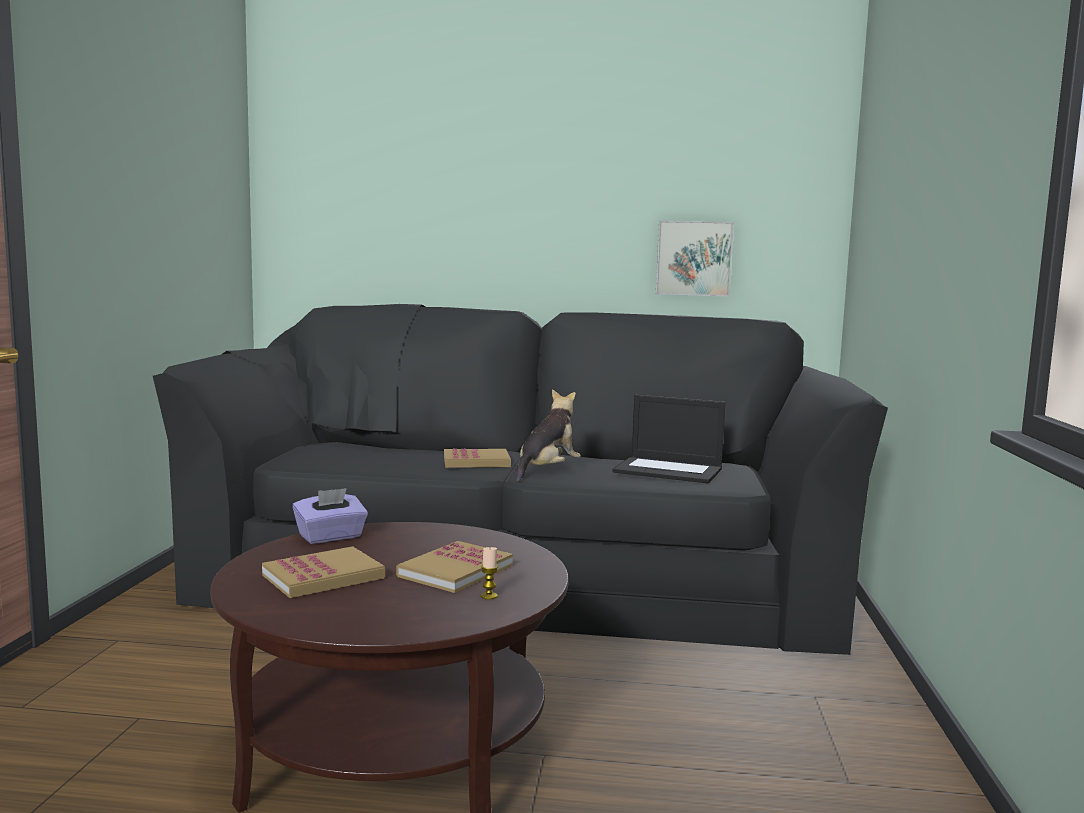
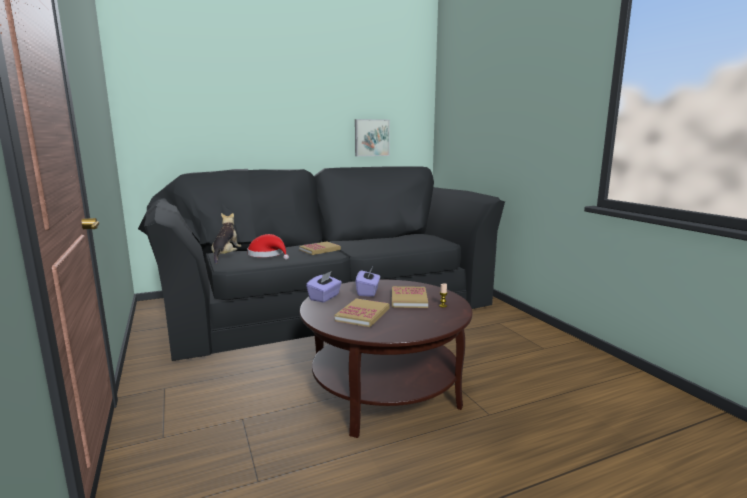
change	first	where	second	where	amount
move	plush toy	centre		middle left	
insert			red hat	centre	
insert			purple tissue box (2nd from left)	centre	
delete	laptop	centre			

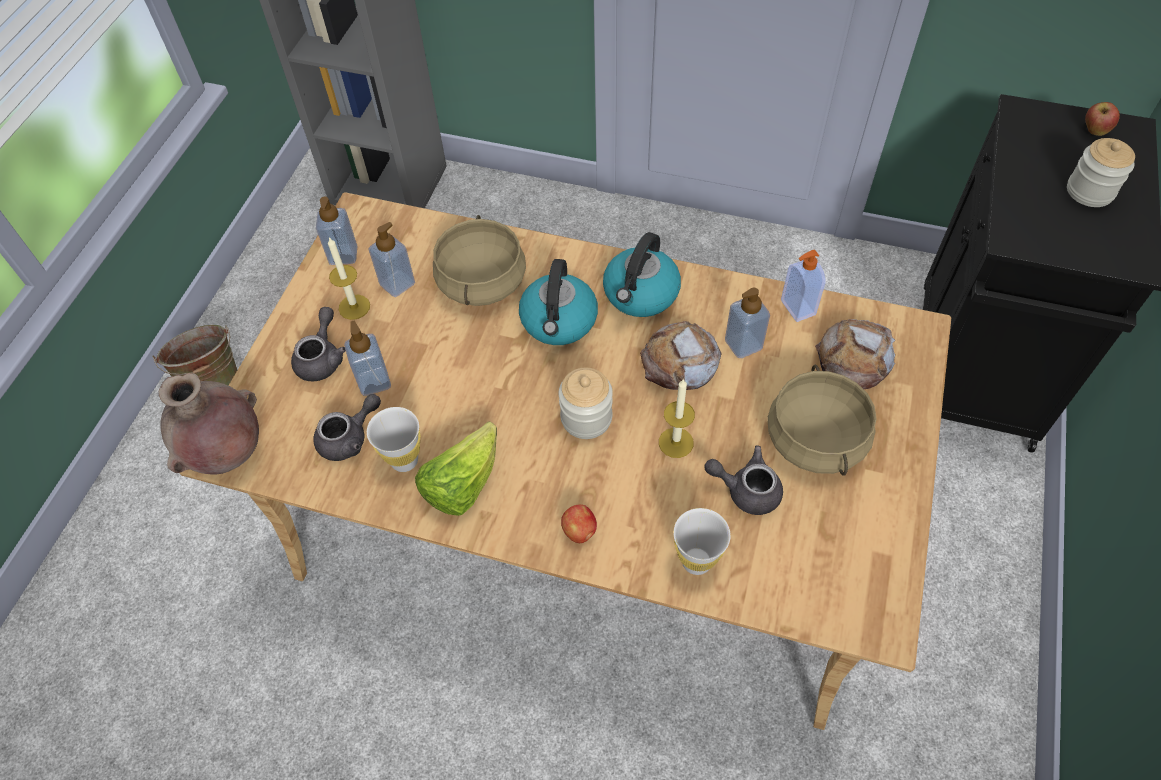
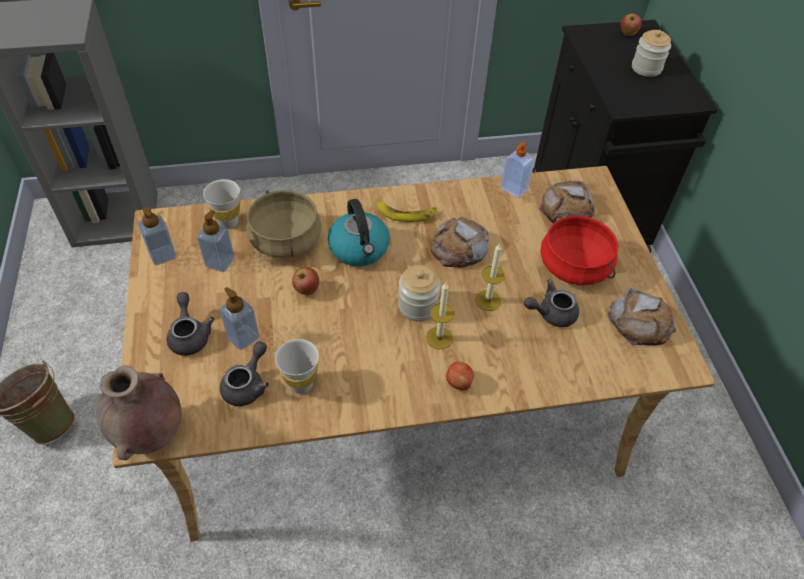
change	first	where	second	where	amount
move	white cup (2nd from left in the first image)	bottom centre	white cup (1st from left)	middle left	
insert			apple (1st from left)	centre	
replace	kettle (2nd from left)	centre	banana	centre	
move	candle (1st from left)	middle left		centre	
recolor	beige cooking pot (2nd from left)	middle right	red cooking pot	middle right	
insert			bread (3rd from left)	middle right	
delete	lettuce	centre			
delete	soap dispenser (4th from left)	centre			

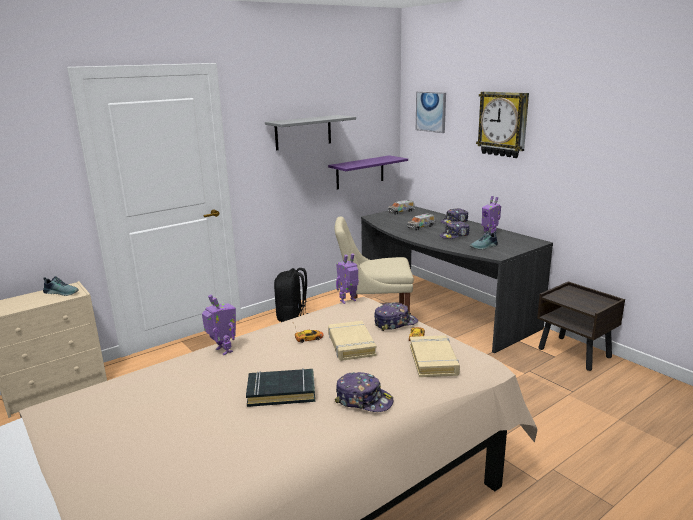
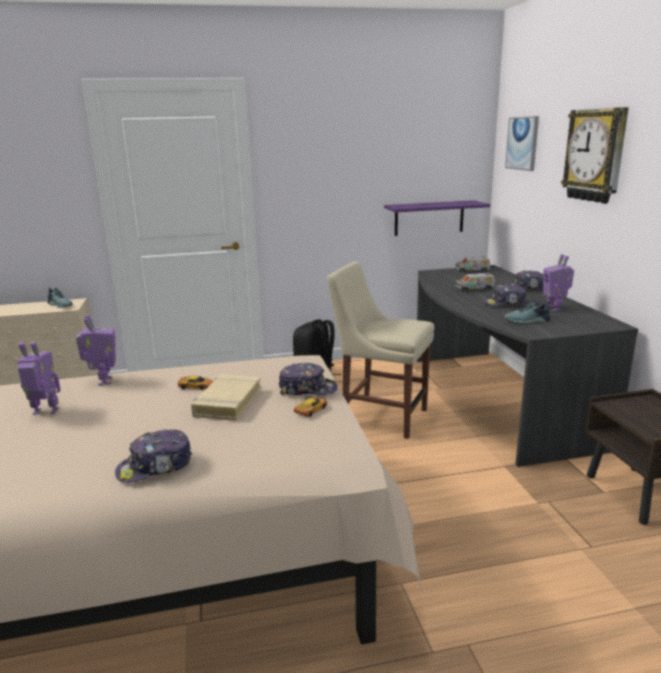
change	first	where	second	where	amount
move	toy robot (2nd from left in the first image)	centre	toy robot (1st from left)	middle left	
rotate	cap (1st from left)	bottom centre		bottom left	105 degrees clockwise
delete	black book	bottom centre			
delete	grey shelf	top centre			
delete	beige book (2nd from left)	bottom centre			

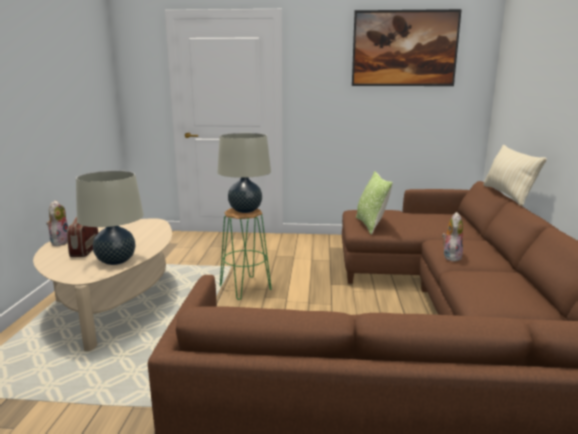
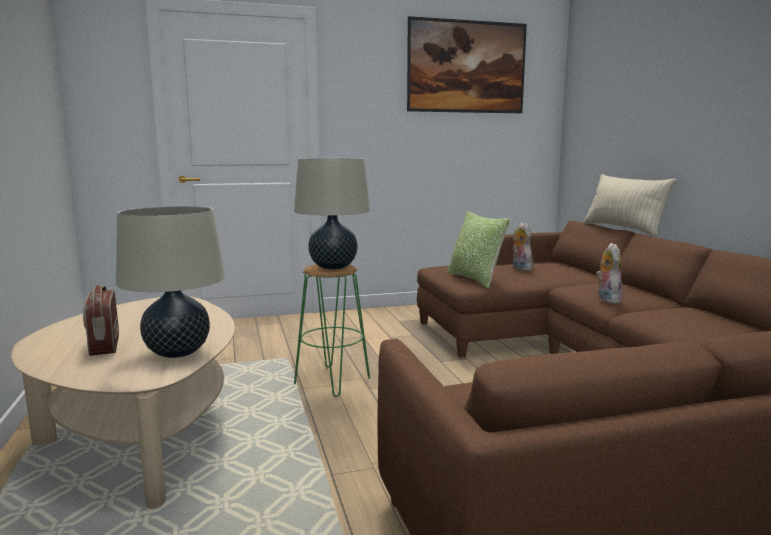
change	first	where	second	where	amount
move	plush toy (1st from left)	middle left		middle right	

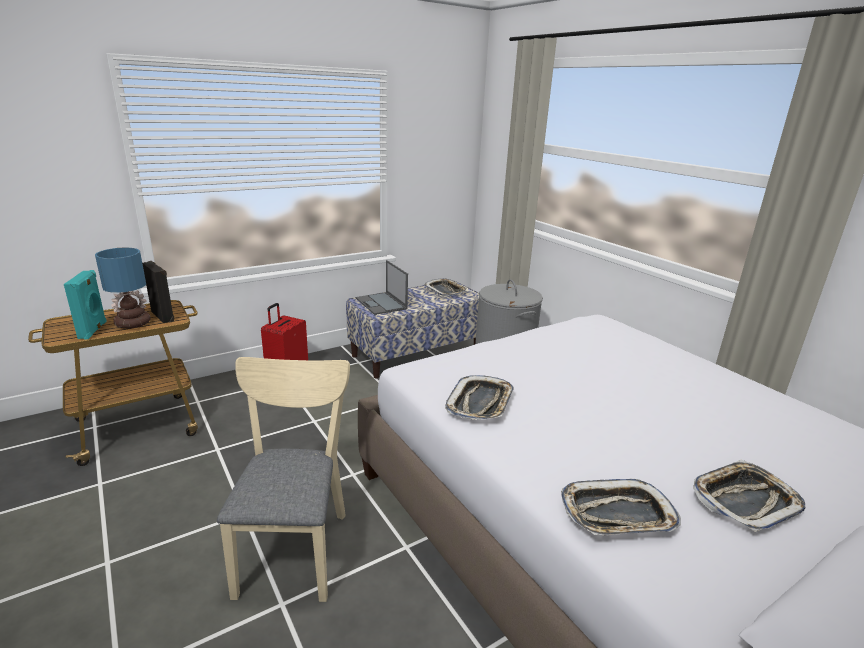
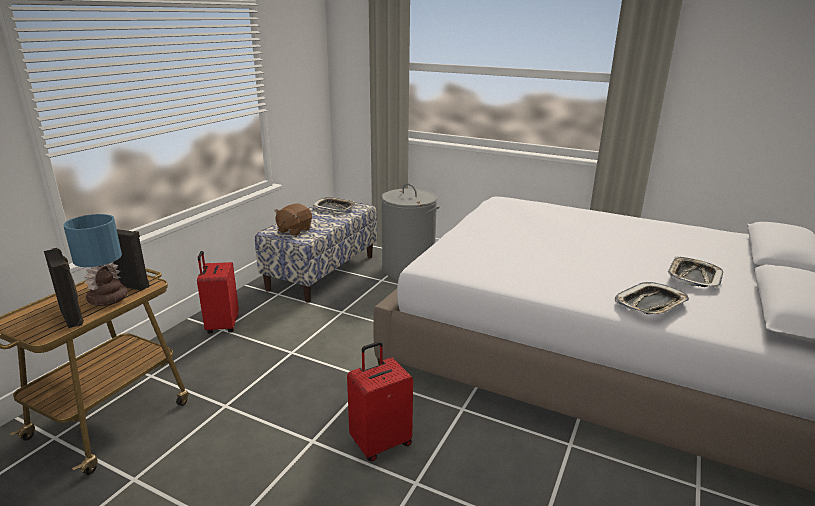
change	first	where	second	where	amount
recolor	turquoise speaker	middle left	black speaker (1st from left)	middle left	
replace	laptop	centre	brown plush toy	centre	
replace	beige chair	bottom left	red suitcase (2nd from left)	bottom centre	
delete	tray (2nd from left)	centre			

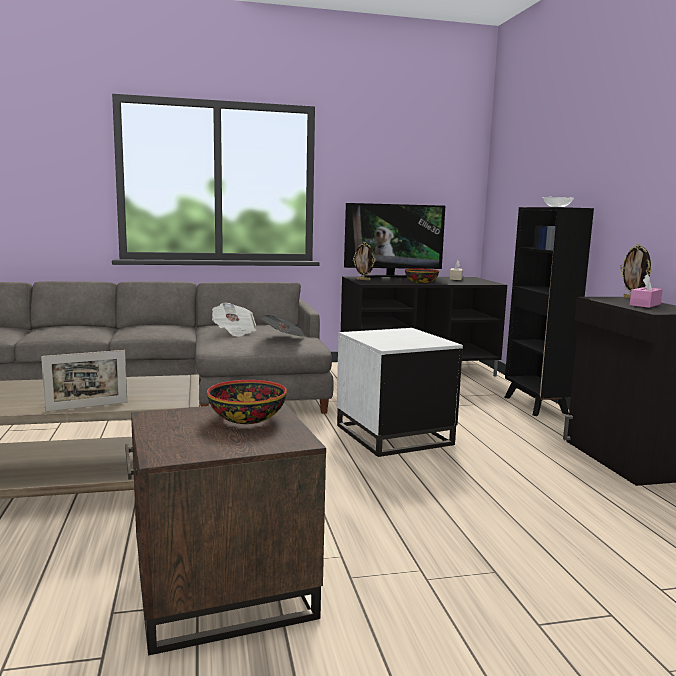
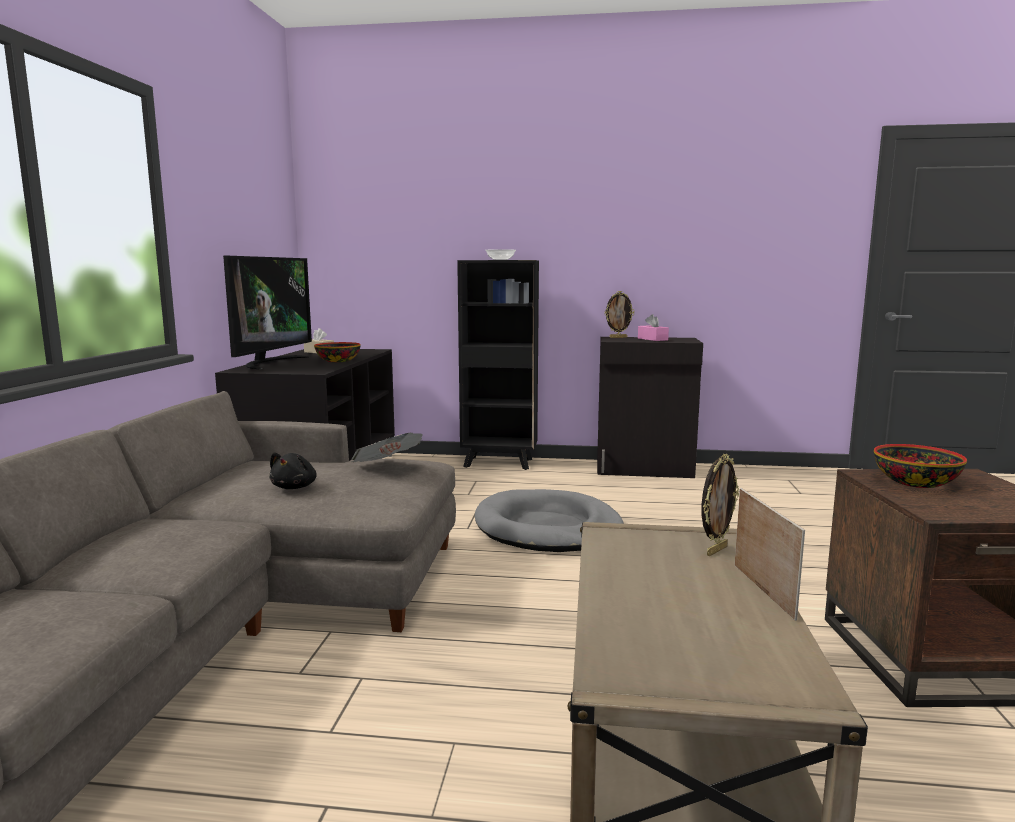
change	first	where	second	where	amount
replace	newspaper (1st from left)	centre	black plush toy	middle left	
replace	white side table	centre	grey dog bed	centre	
move	picture frame (2nd from left)	centre		middle right	

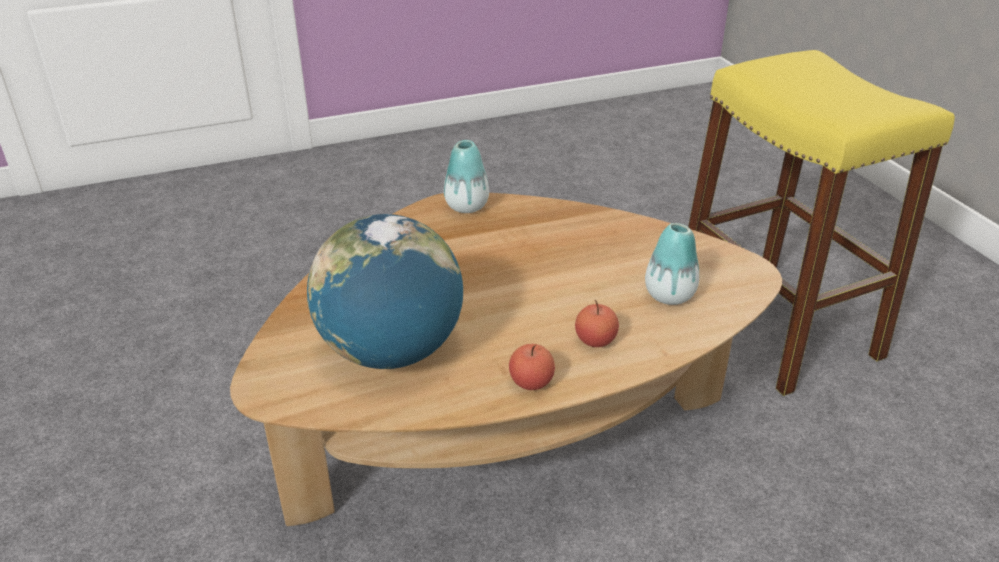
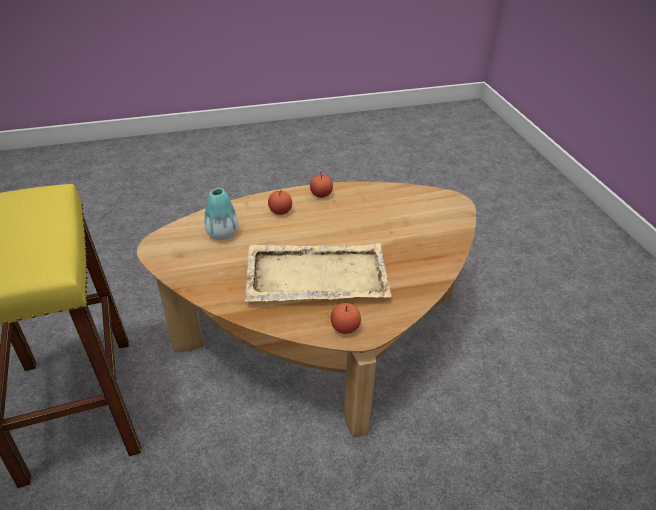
change	first	where	second	where	amount
insert			beige tray	centre	
replace	vase (1st from left)	top centre	apple (3rd from left)	centre	
delete	globe	centre			

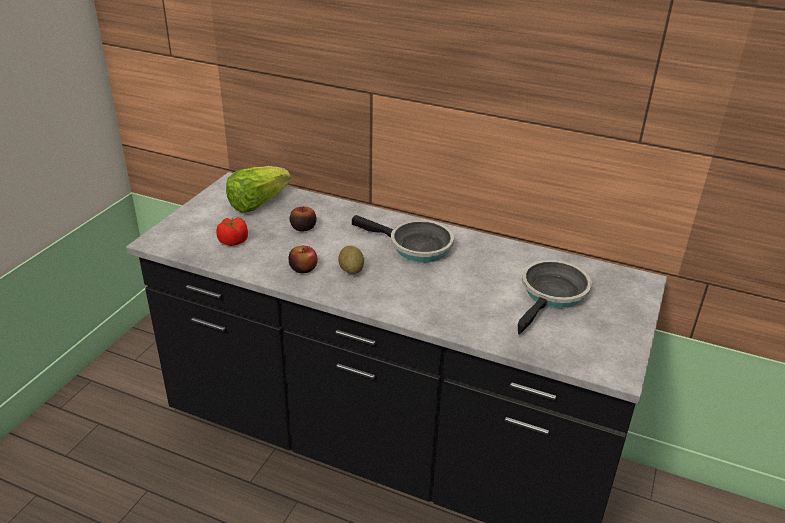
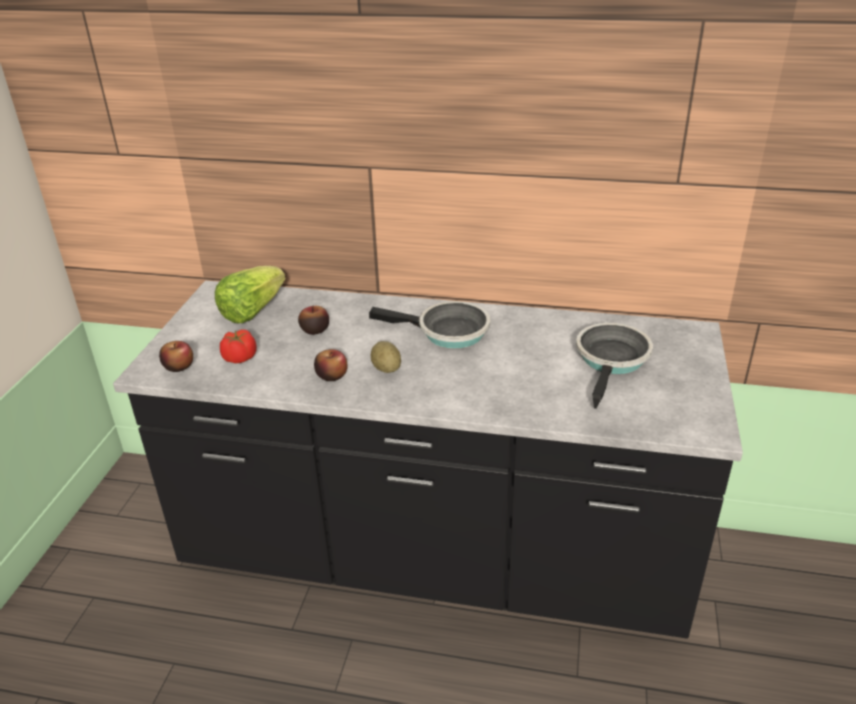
change	first	where	second	where	amount
insert			apple (1st from left)	middle left	

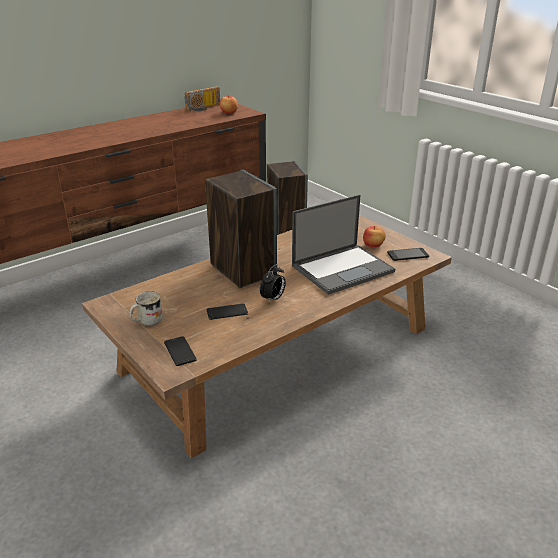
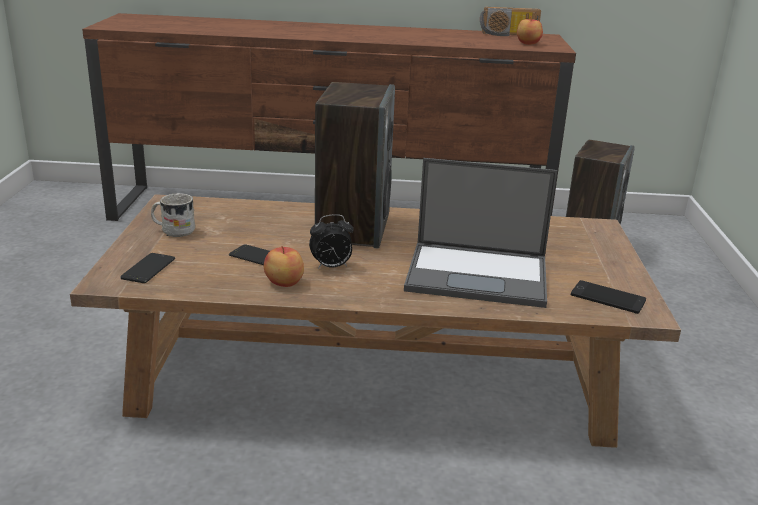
change	first	where	second	where	amount
move	apple (2nd from left in the first image)	middle right	apple (1st from left)	centre	

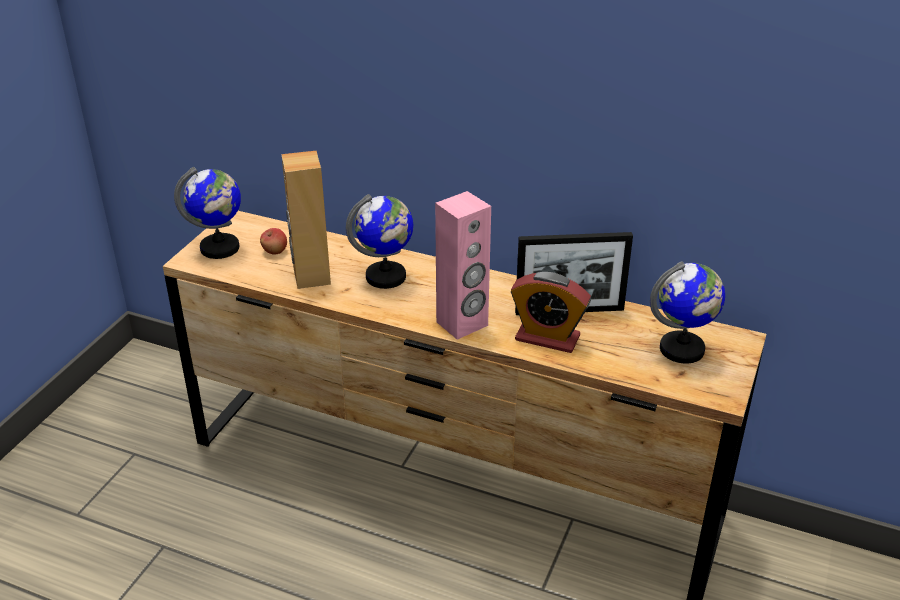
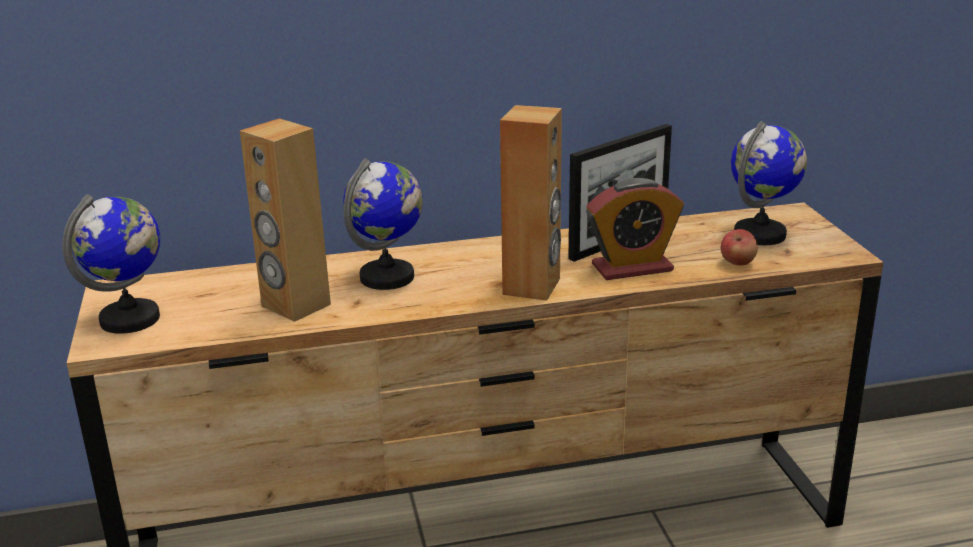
change	first	where	second	where	amount
recolor	pink speaker	centre	brown speaker (2nd from left)	centre	
move	apple	middle left		middle right	

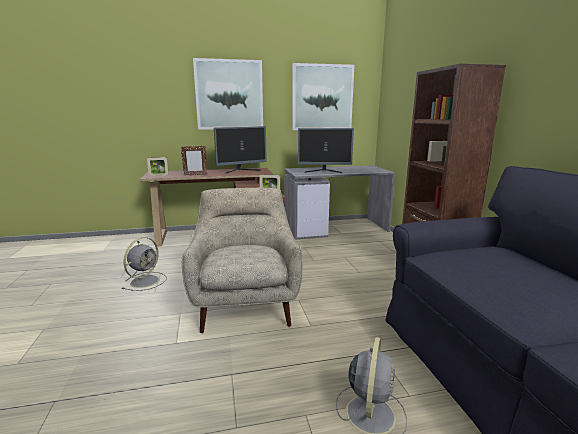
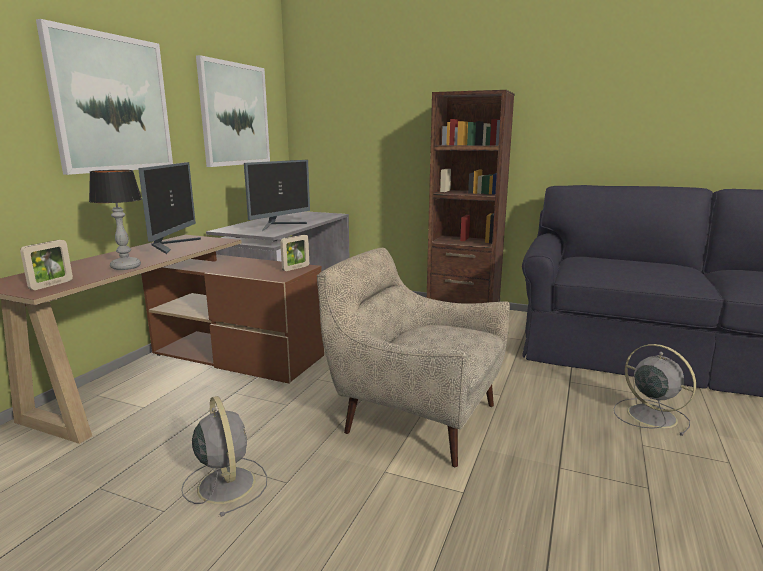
change	first	where	second	where	amount
replace	picture frame (2nd from left)	centre	table lamp	middle left	

